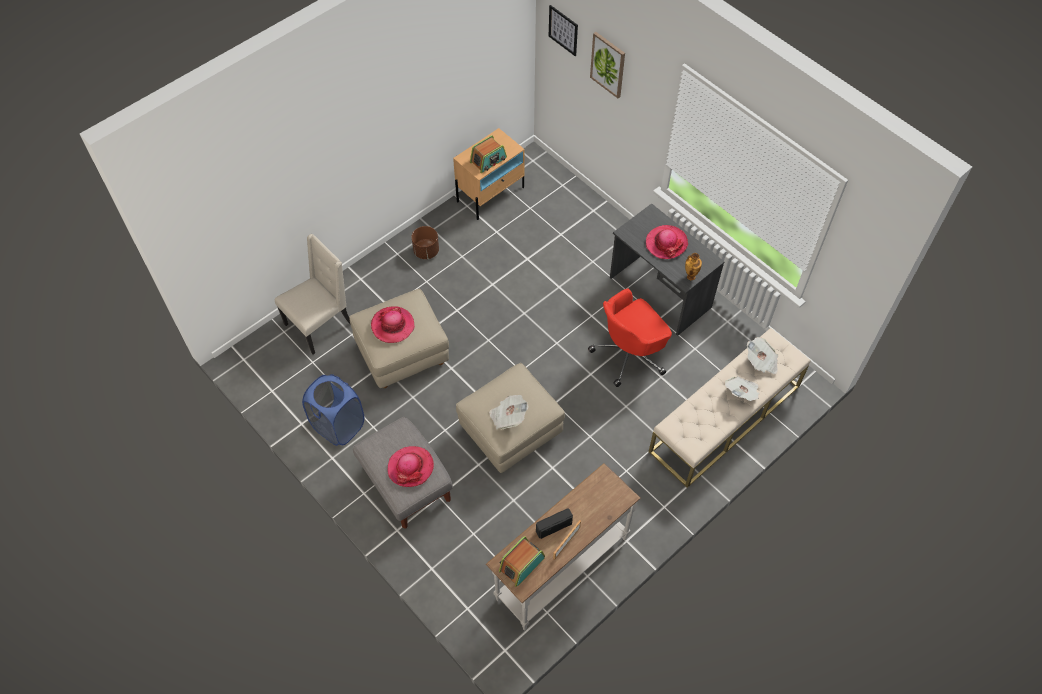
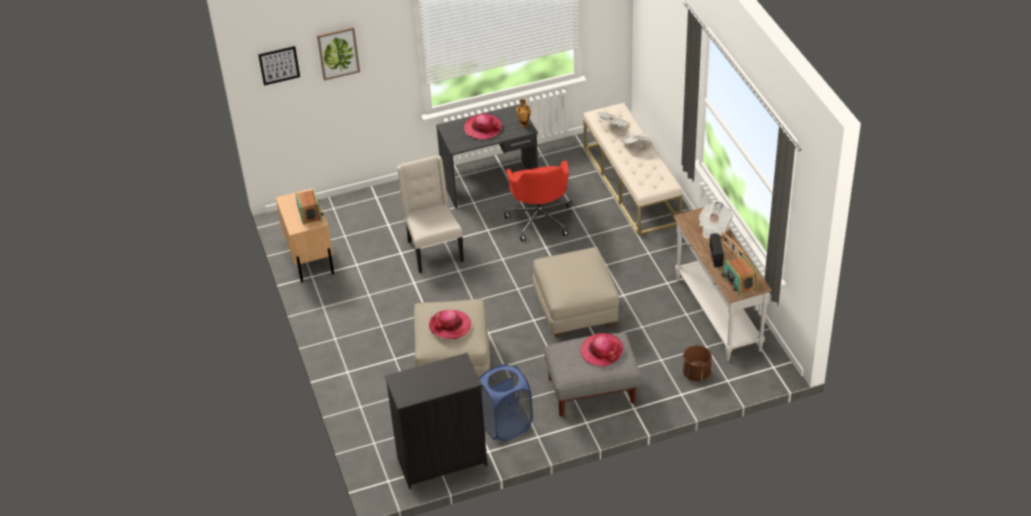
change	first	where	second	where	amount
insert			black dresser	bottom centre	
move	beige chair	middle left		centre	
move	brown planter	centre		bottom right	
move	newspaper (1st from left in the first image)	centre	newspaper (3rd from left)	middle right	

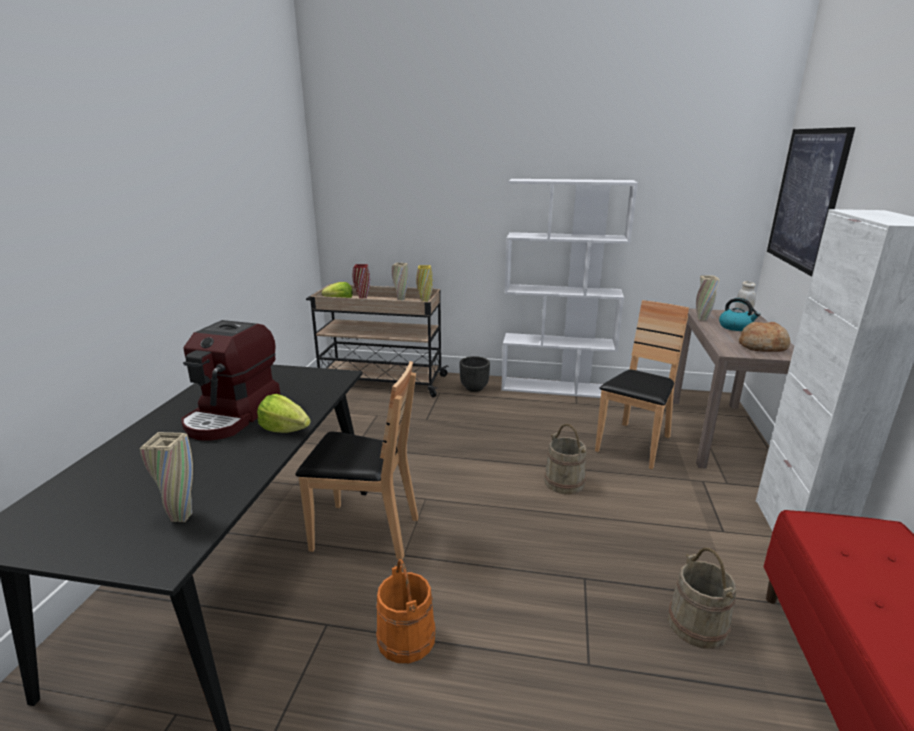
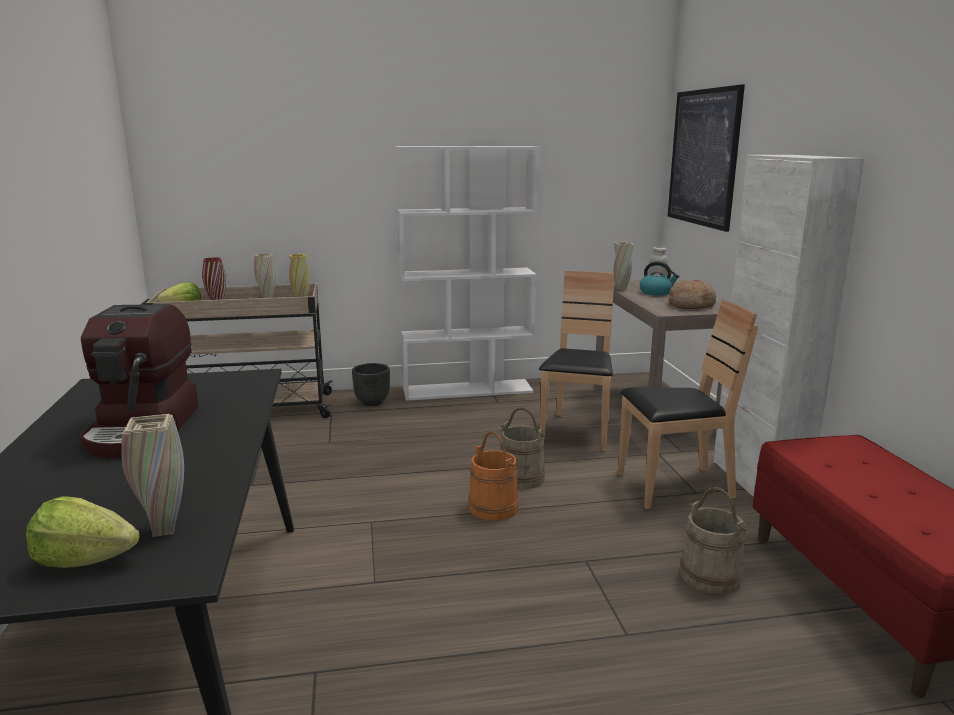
change	first	where	second	where	amount
move	lettuce (1st from left)	middle left		bottom left	
move	orange bucket	bottom centre		centre	
move	brown chair (1st from left in the first image)	centre	brown chair (2nd from left)	middle right	

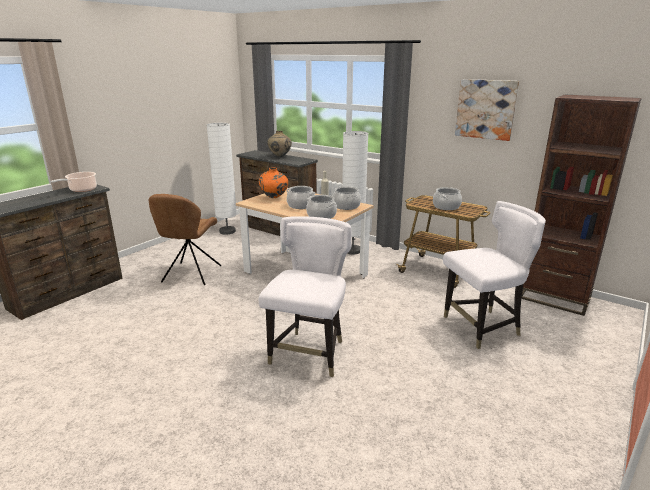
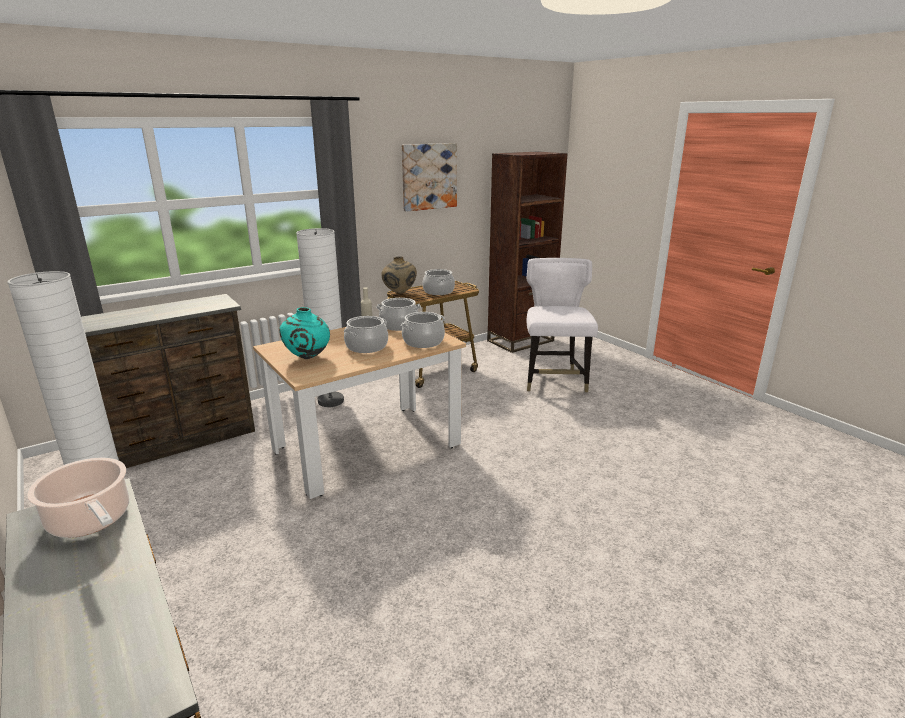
change	first	where	second	where	amount
recolor	orange vase	centre	turquoise vase	centre	
move	beige vase	top centre		centre	
delete	brown chair	middle left			
delete	white chair (1st from left)	centre			

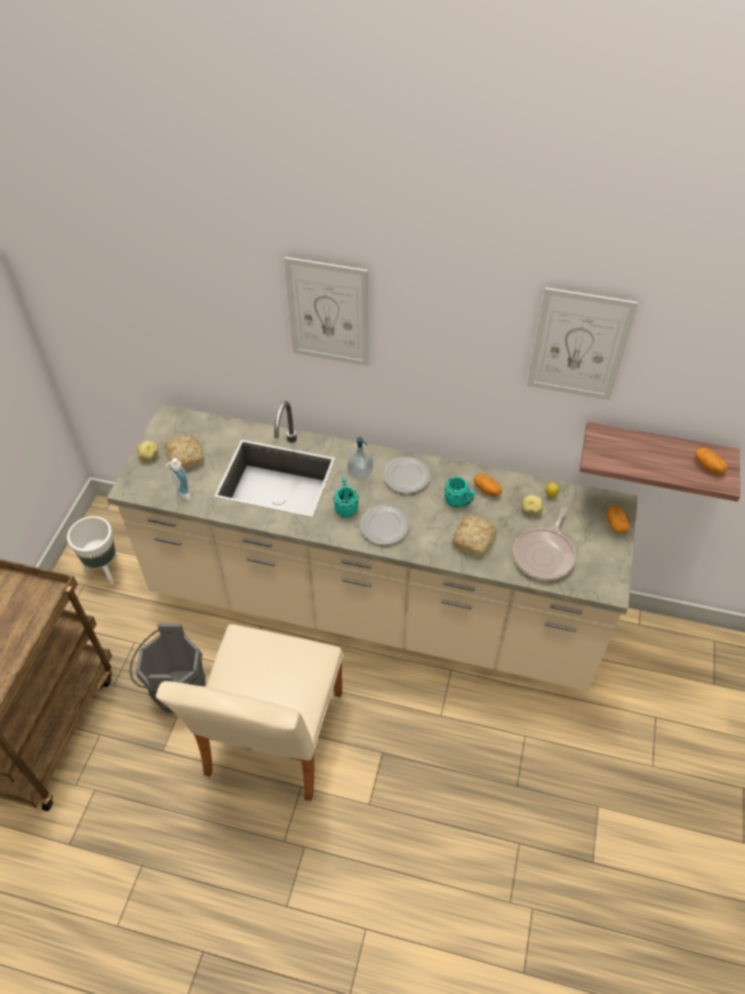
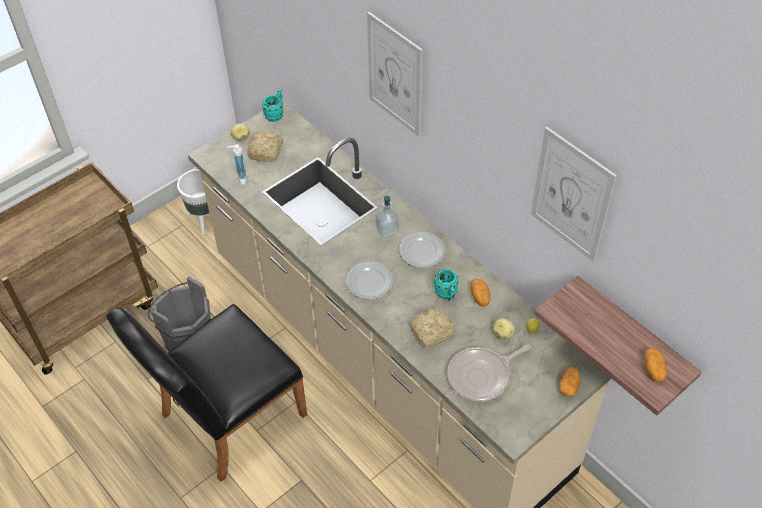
change	first	where	second	where	amount
recolor	beige chair	bottom centre	black chair	bottom left	
move	turquoise mug (1st from left)	centre		top centre	

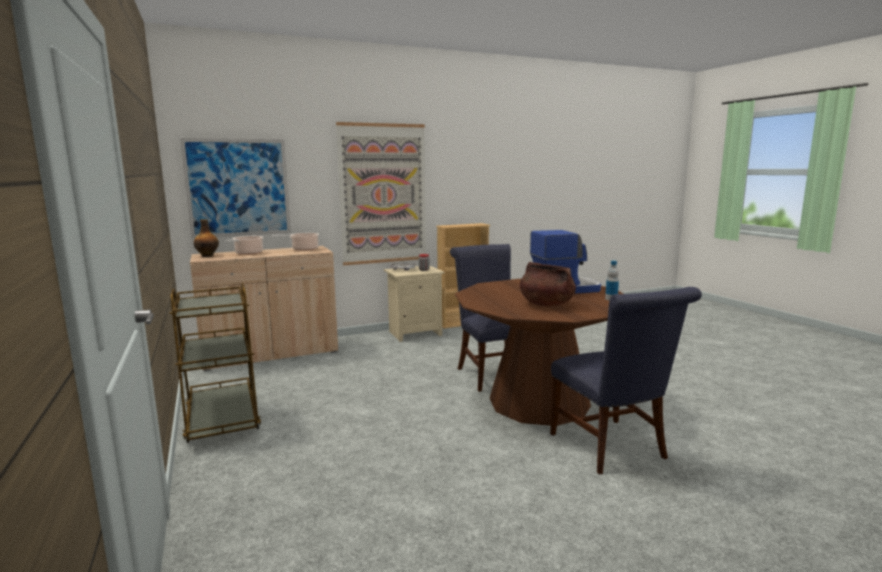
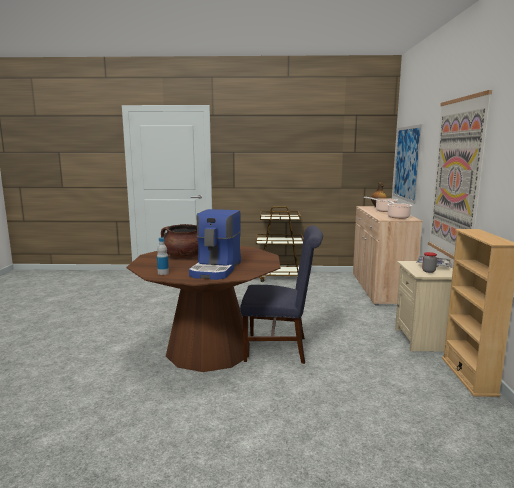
change	first	where	second	where	amount
delete	blue chair (2nd from left)	middle right			

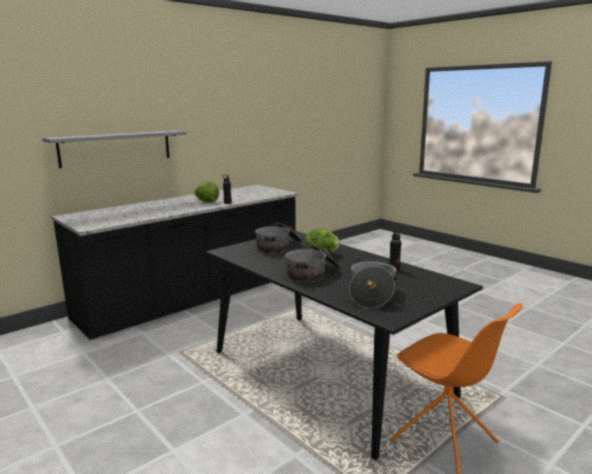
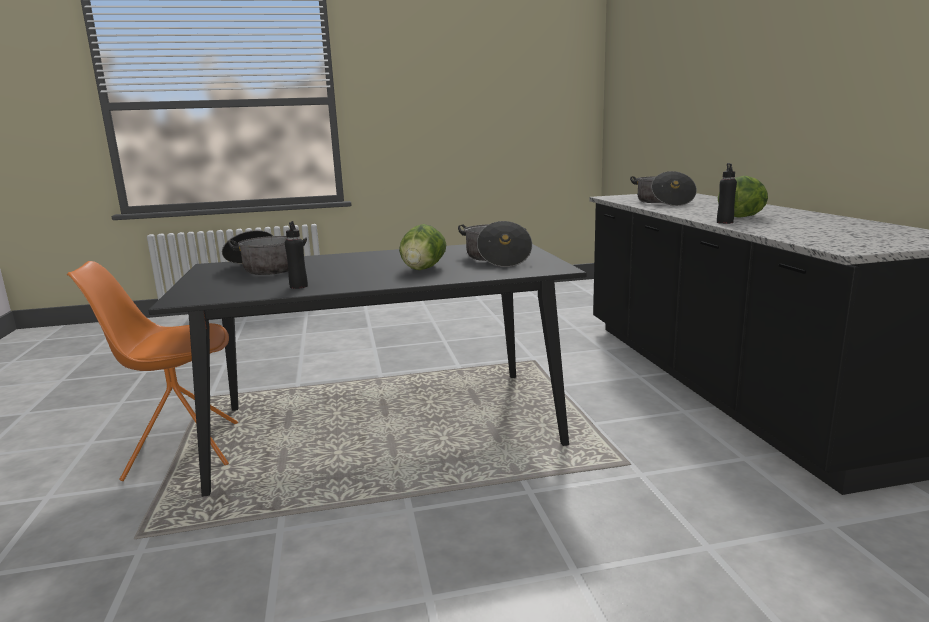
change	first	where	second	where	amount
move	cooking pot (2nd from left in the first image)	centre	cooking pot (3rd from left)	top right	
delete	grey shelf	top left			

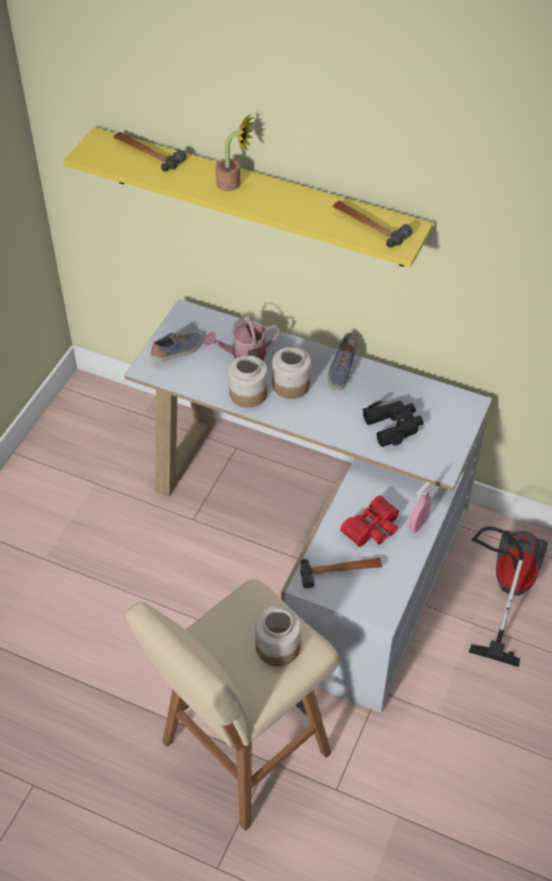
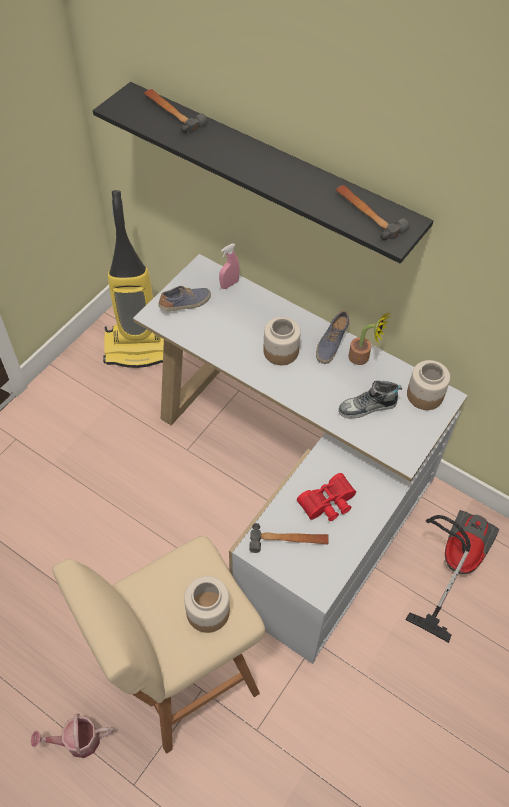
change	first	where	second	where	amount
move	watering can	centre		bottom left	
recolor	yellow shelf	top centre	black shelf	top centre	
insert			vacuum cleaner (1st from left)	middle left	
move	pink spray bottle	middle right		top centre	
replace	black binoculars	middle right	shoe (3rd from left)	middle right	
move	potted plant	top centre		middle right	
move	jar (1st from left in the first image)	centre	jar (3rd from left)	middle right	

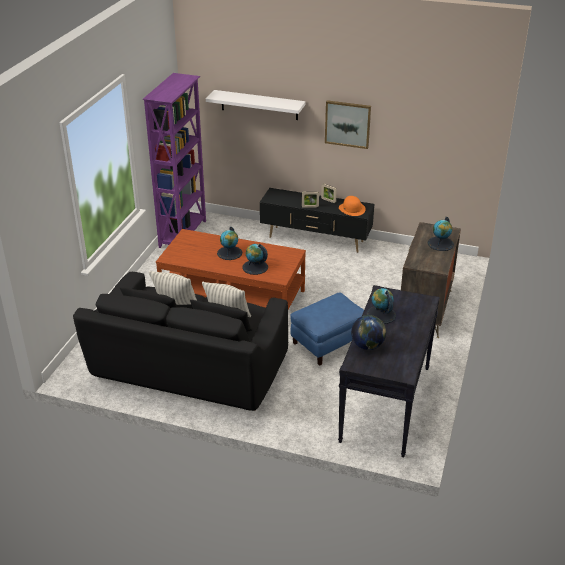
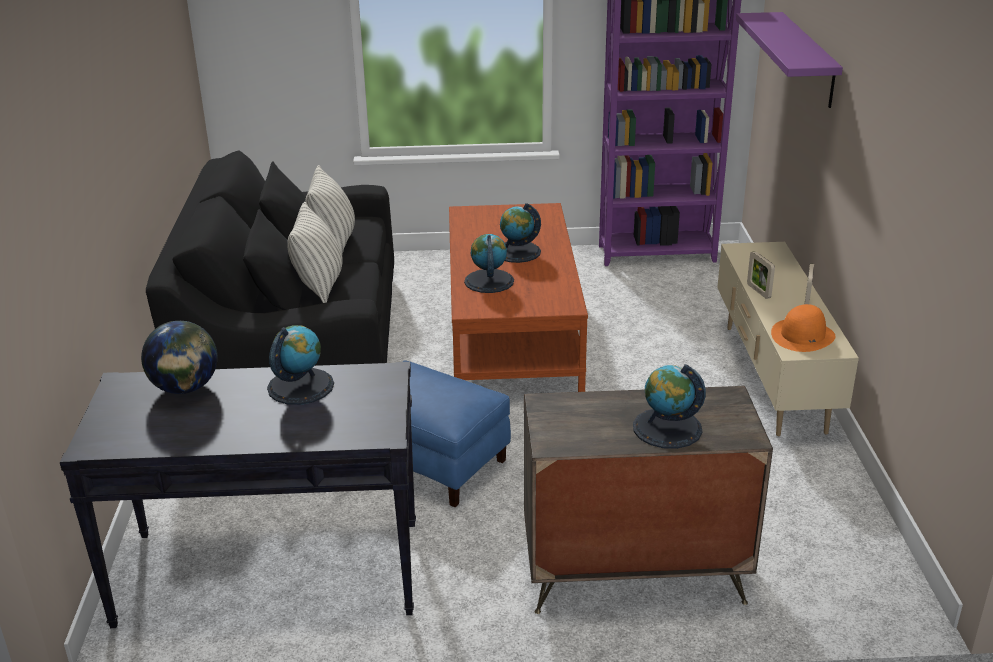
change	first	where	second	where	amount
recolor	black tv stand	centre	beige tv stand	middle right	
recolor	white shelf	top centre	purple shelf	top right	
delete	picture	top centre			

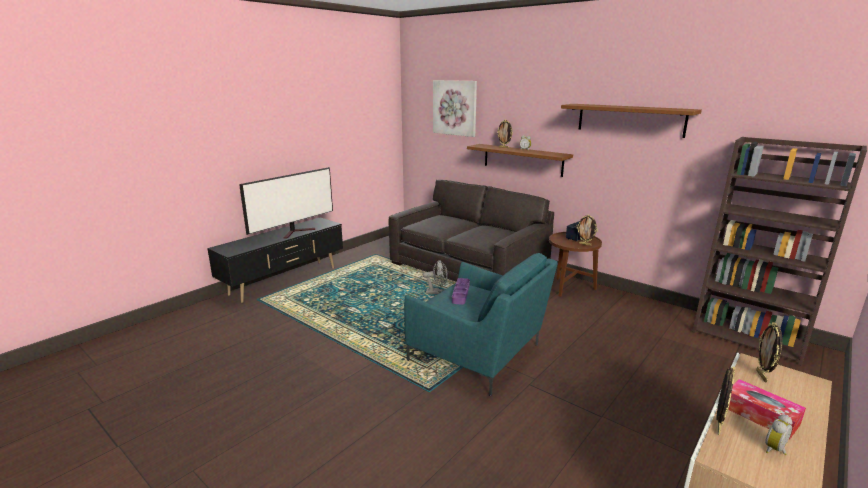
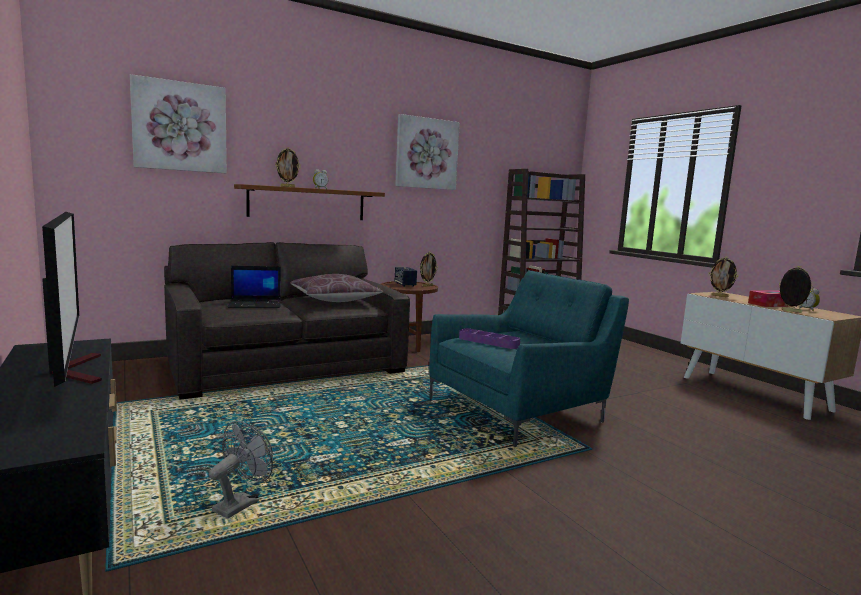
change	first	where	second	where	amount
move	grey fan	centre		bottom left	
insert			laptop	middle left	
insert			brown pillow	centre	
replace	brown shelf (2nd from left)	top right	picture (2nd from left)	top centre	

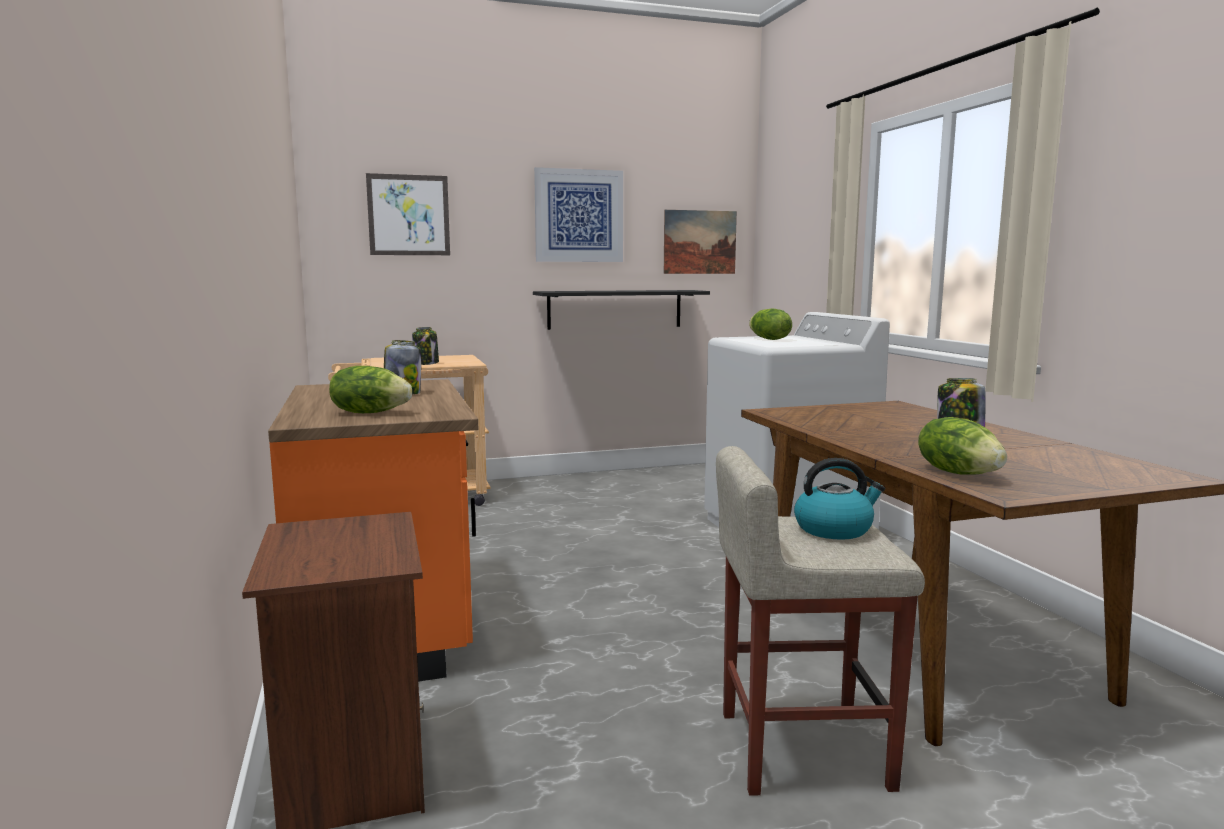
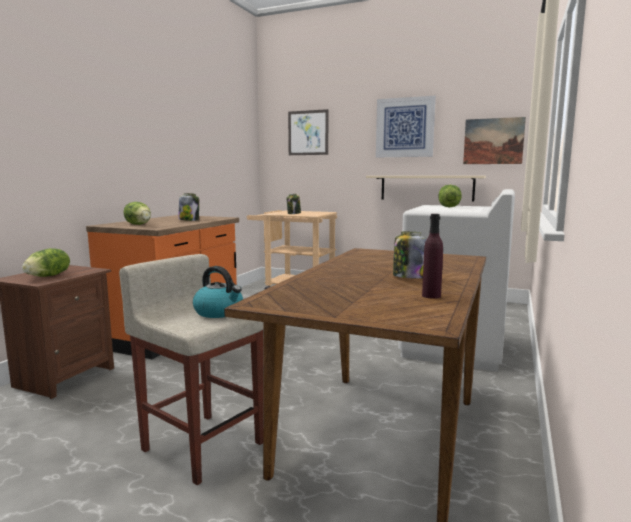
change	first	where	second	where	amount
move	lettuce (3rd from left in the first image)	middle right	lettuce (1st from left)	middle left	
recolor	black shelf	centre	beige shelf	middle right	
insert			purple bottle	middle right	

